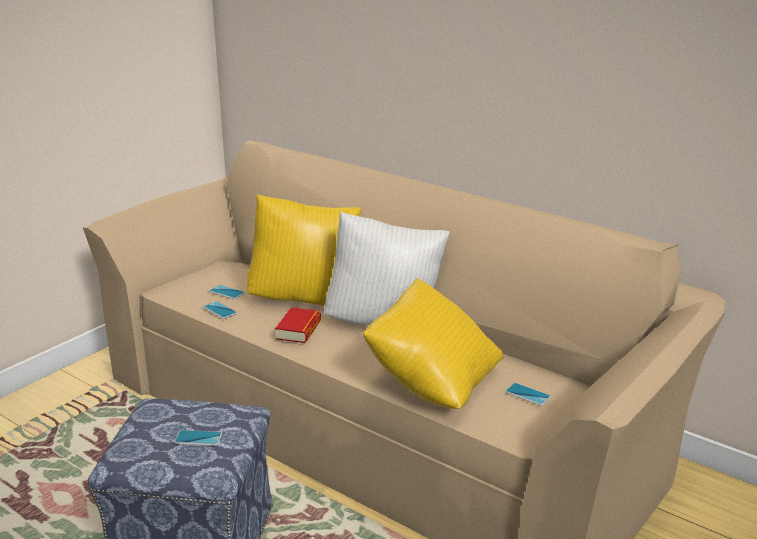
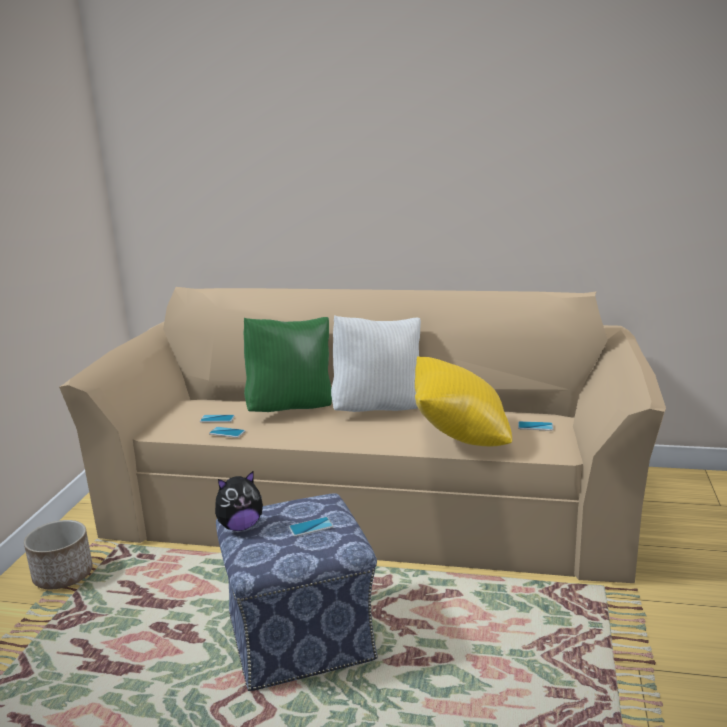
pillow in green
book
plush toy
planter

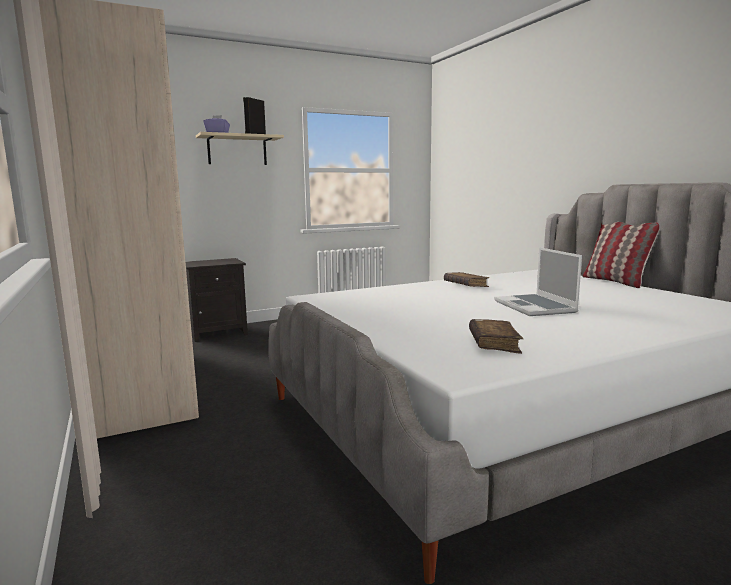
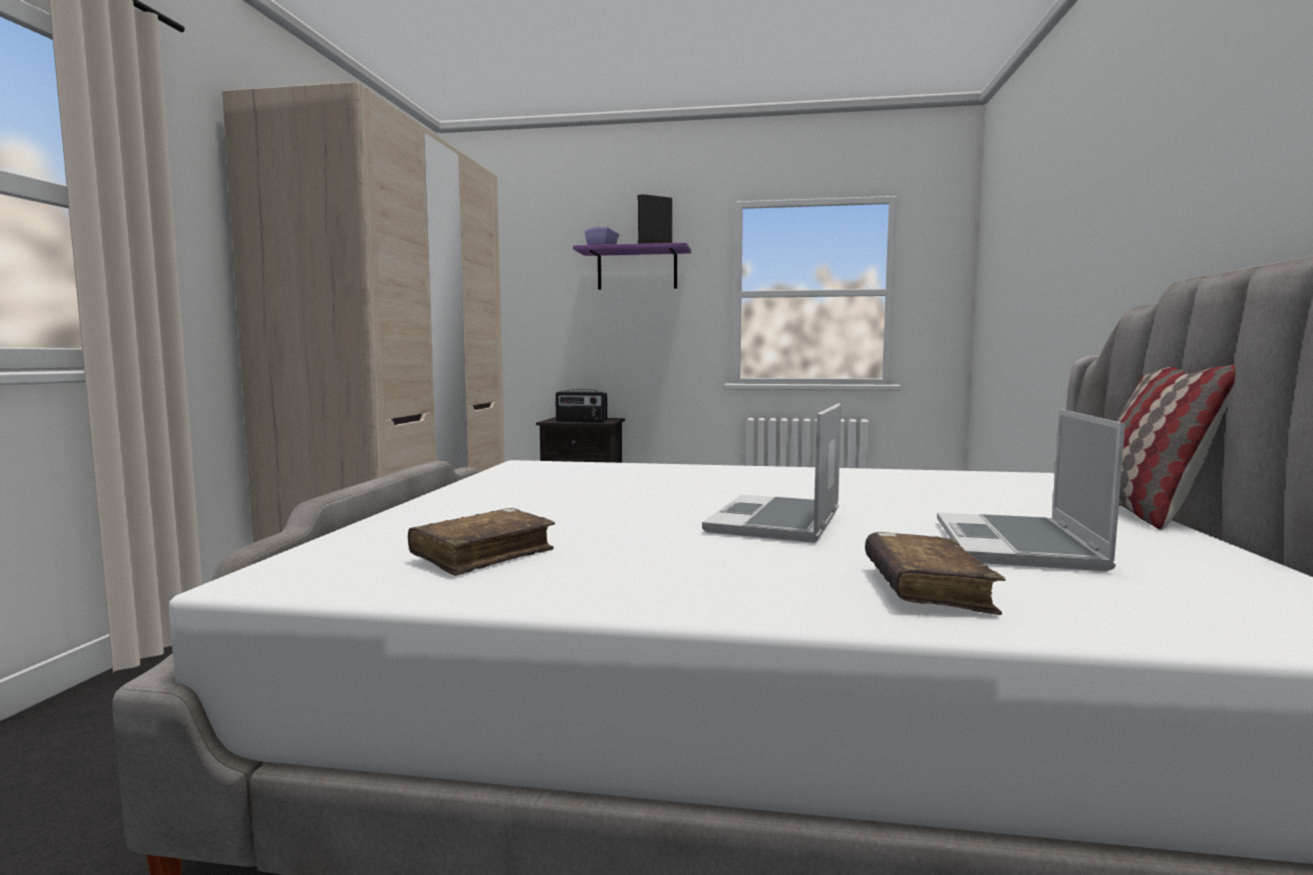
shelf in purple
book in brown (no. 2 from left)
radio
laptop (no. 2 from left)

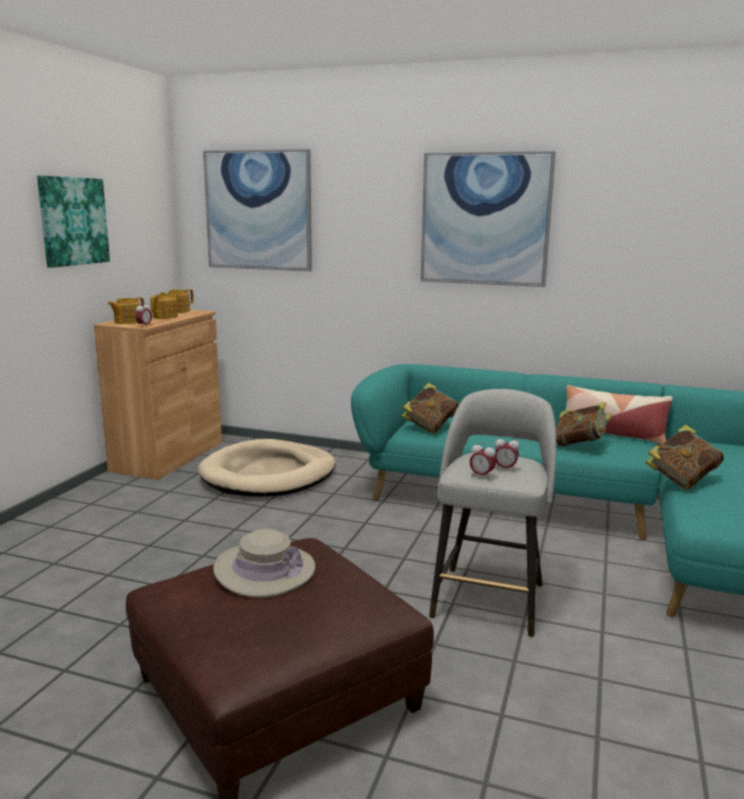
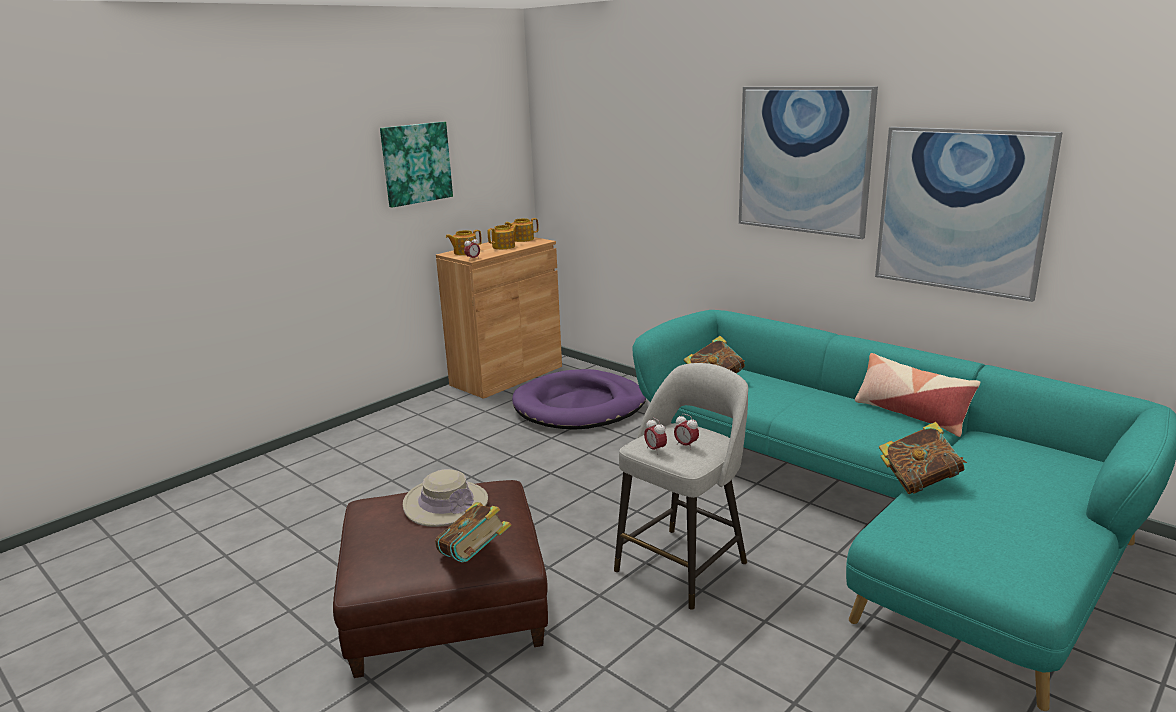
picture (no. 3 from left)
book (no. 1 from left)
dog bed in purple

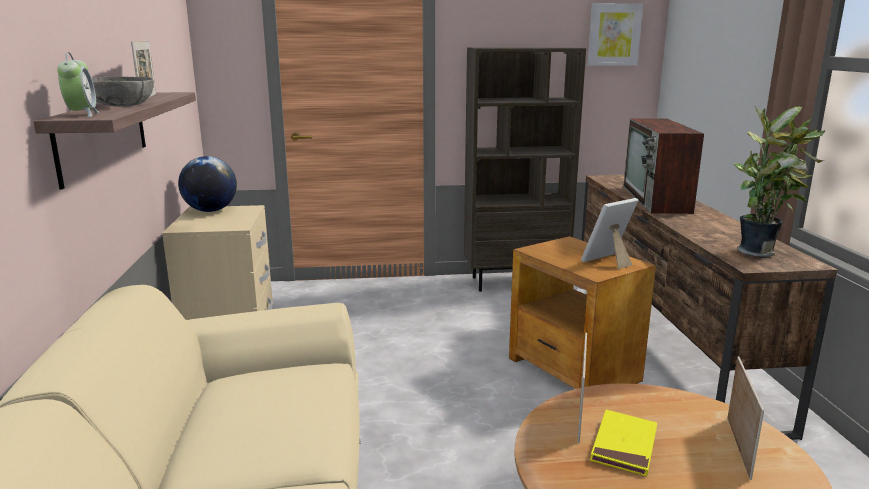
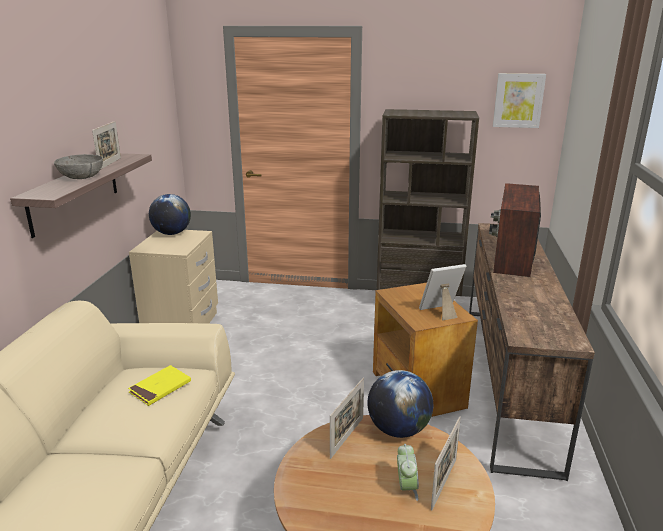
alarm clock
potted plant
book in yellow
globe (no. 2 from left)

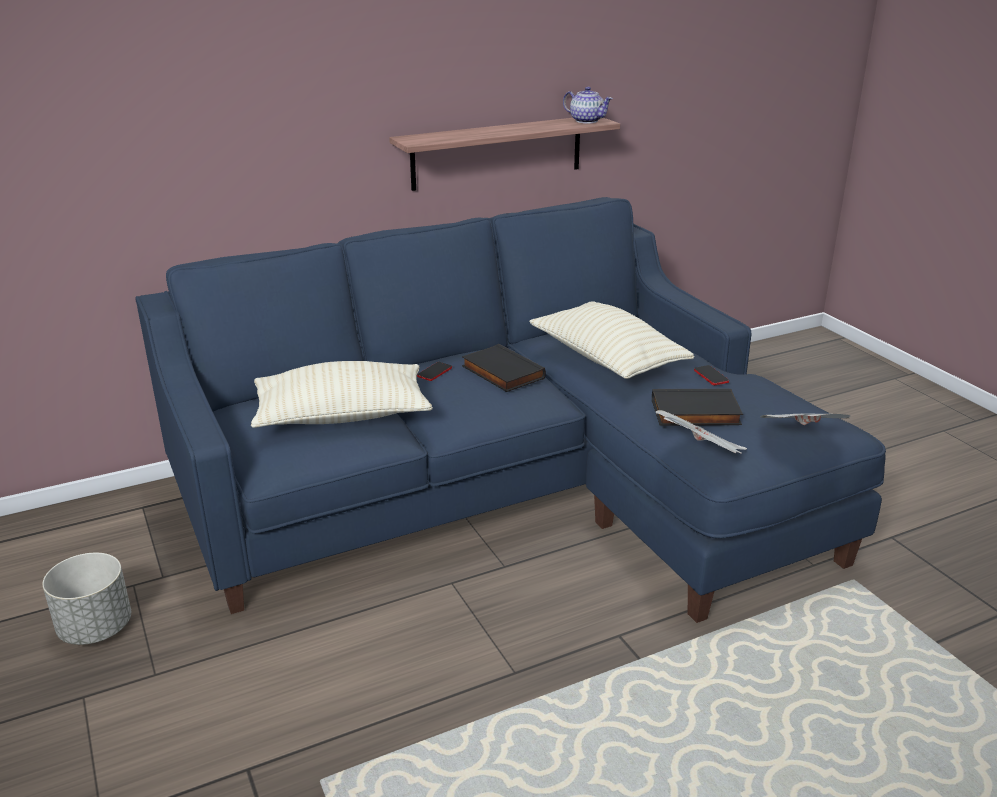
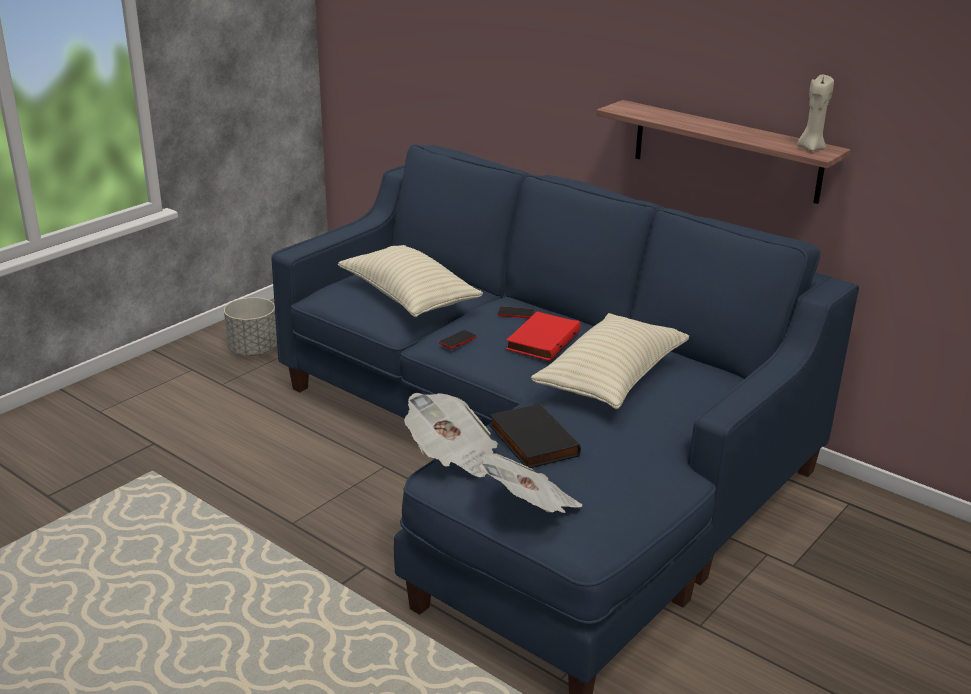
candle in beige
book in red
phone (no. 1 from left)

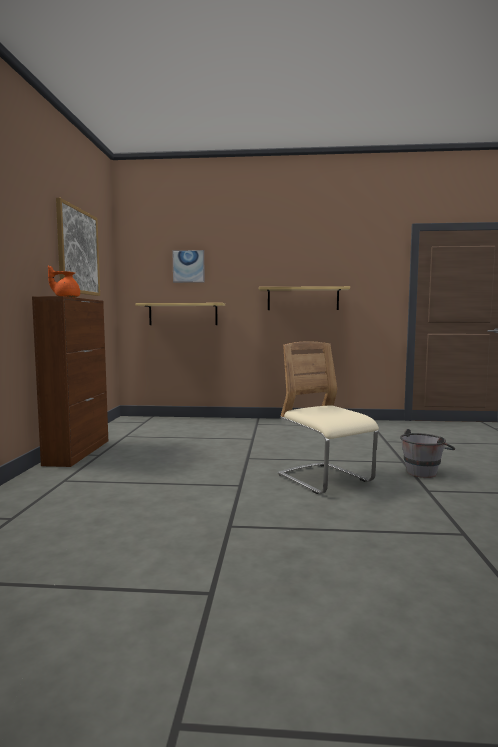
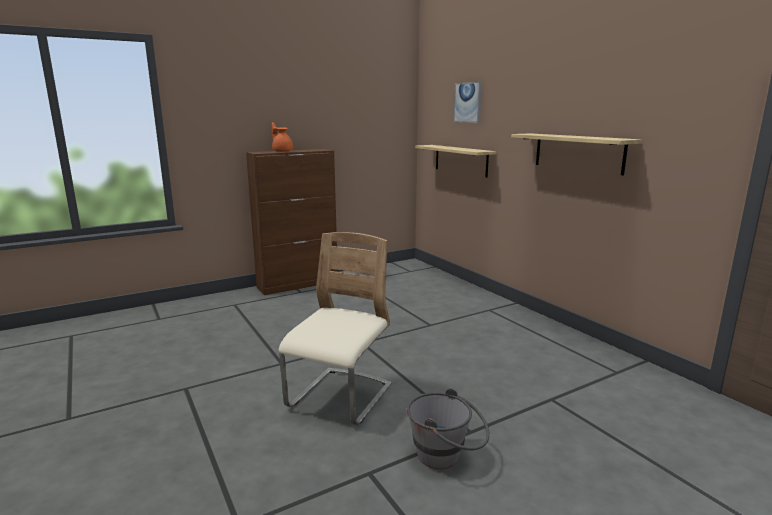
picture (no. 1 from left in the first image)

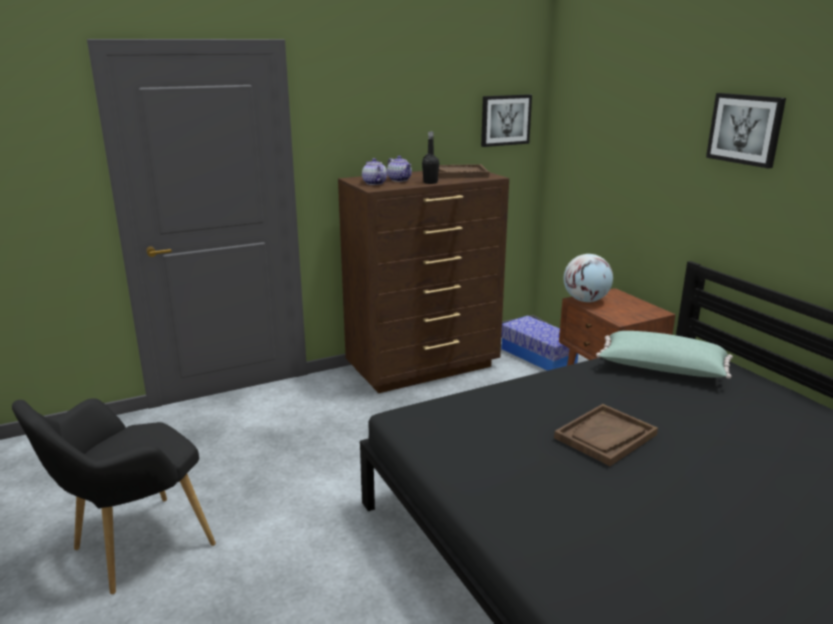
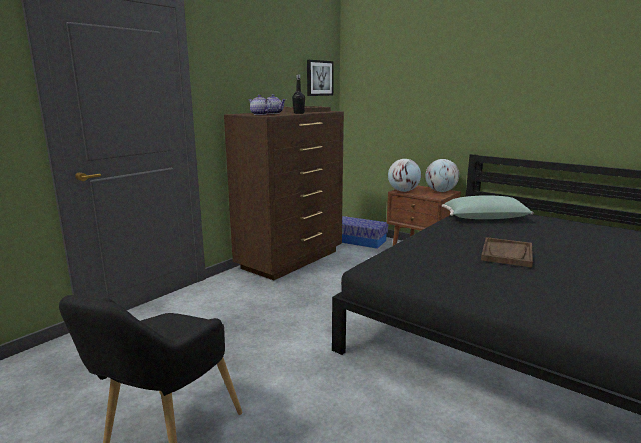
picture (no. 2 from left in the first image)
globe (no. 2 from left)

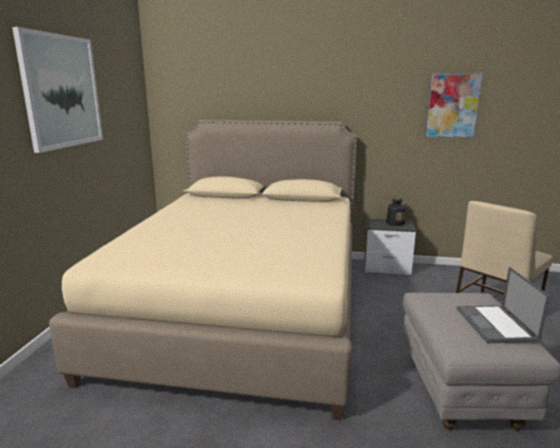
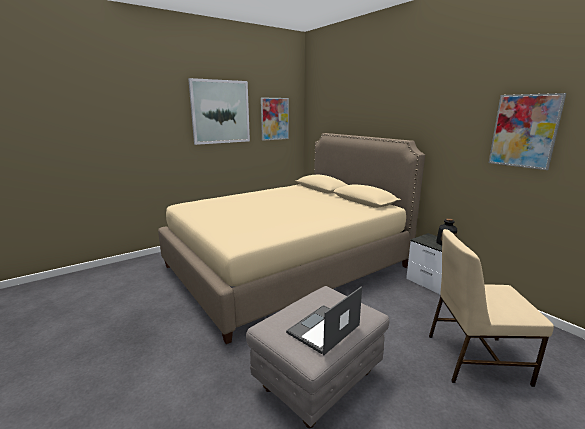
picture (no. 2 from left)

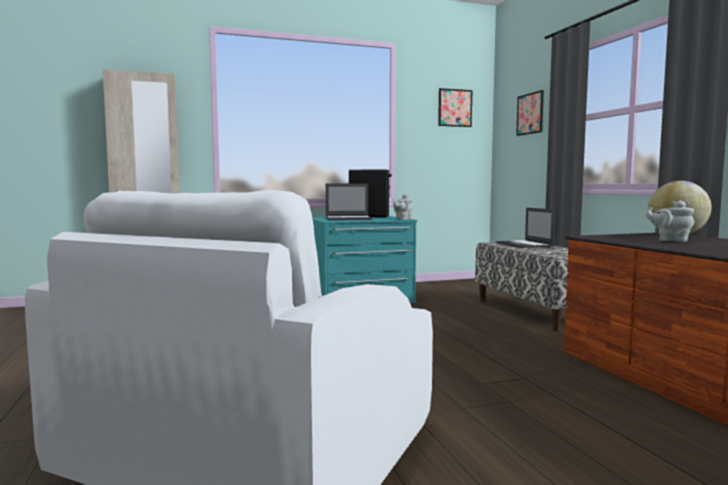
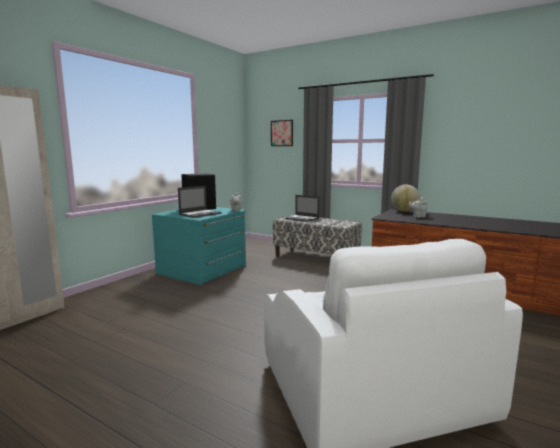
picture (no. 1 from left in the first image)

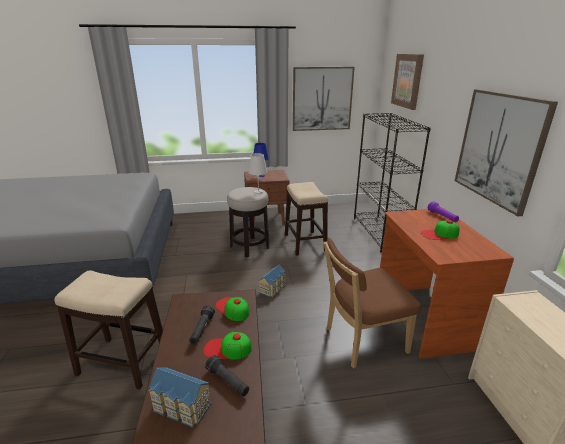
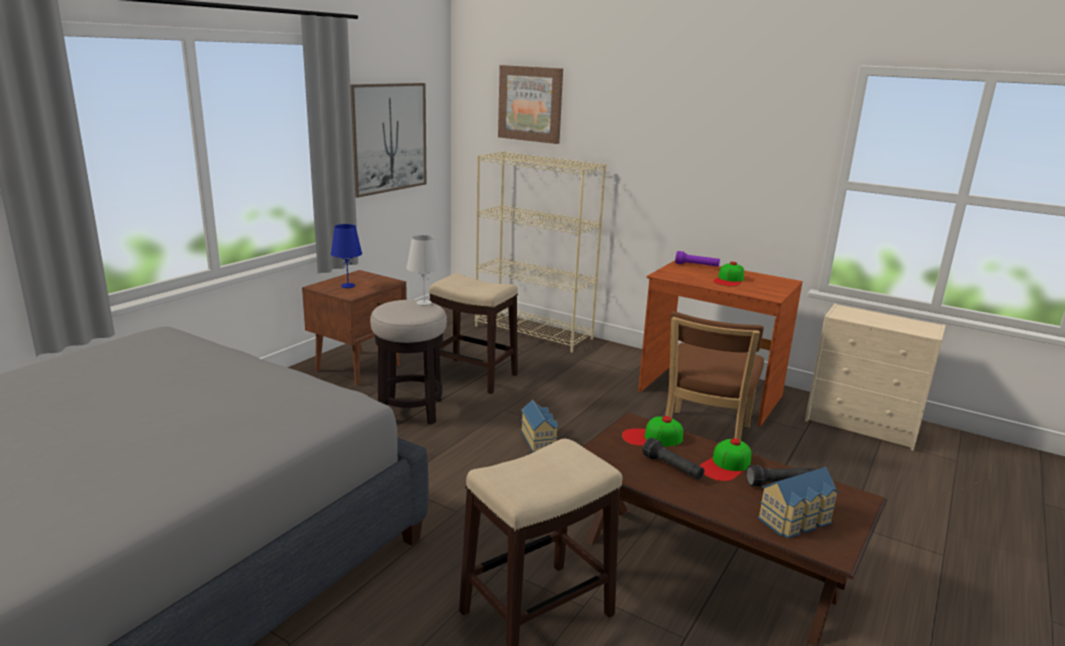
picture (no. 3 from left in the first image)
bookcase in beige

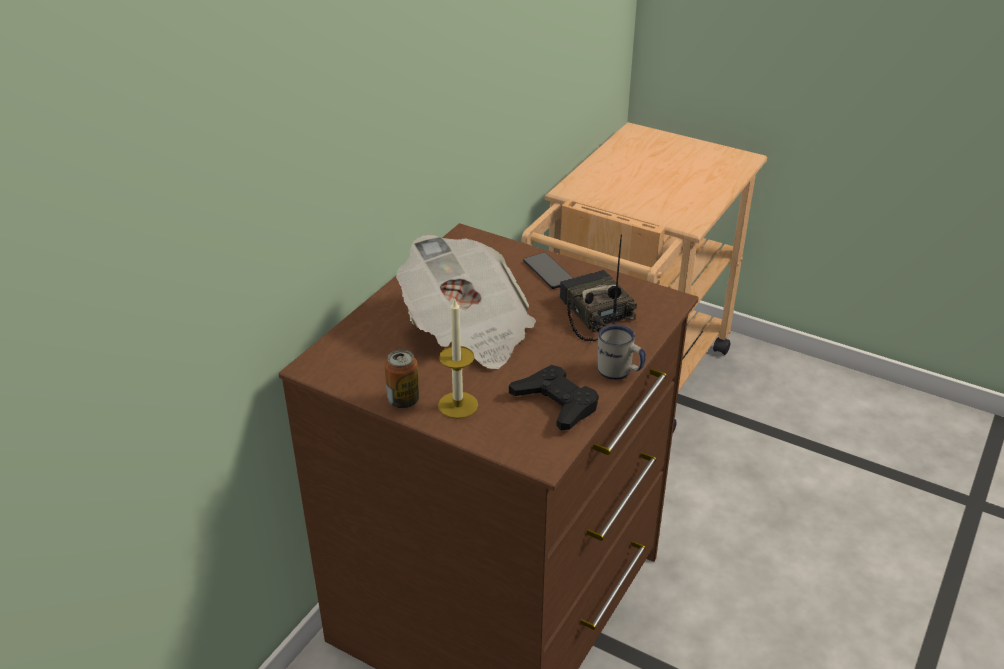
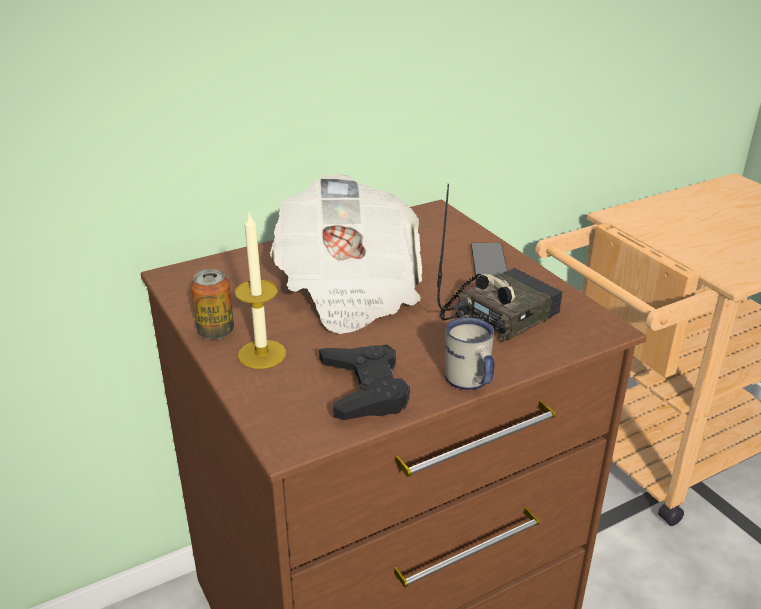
radio

